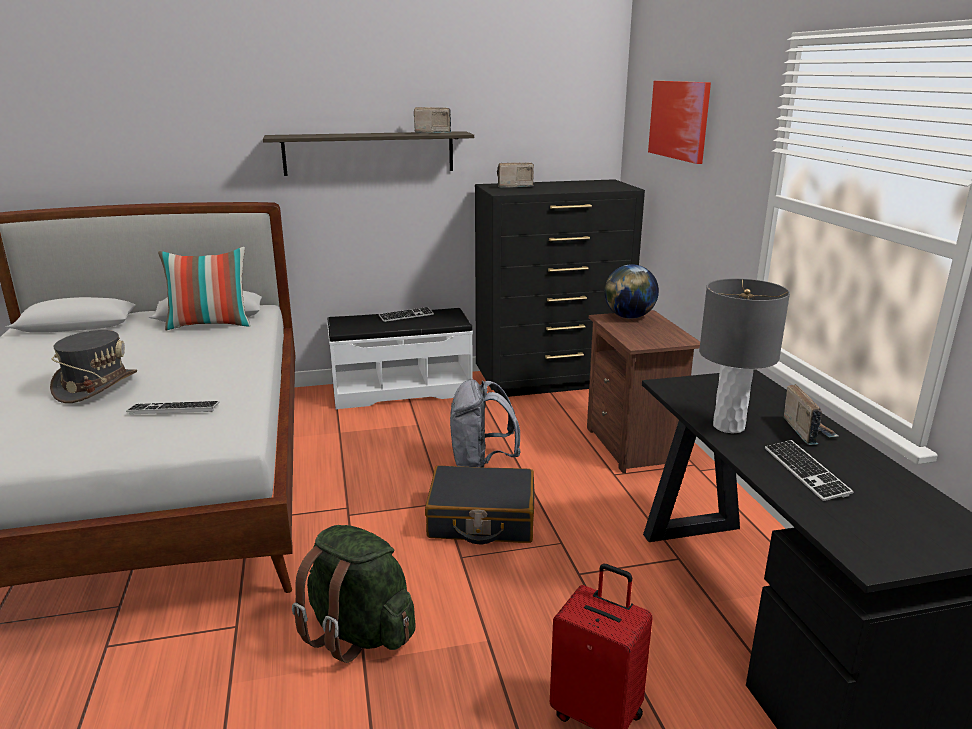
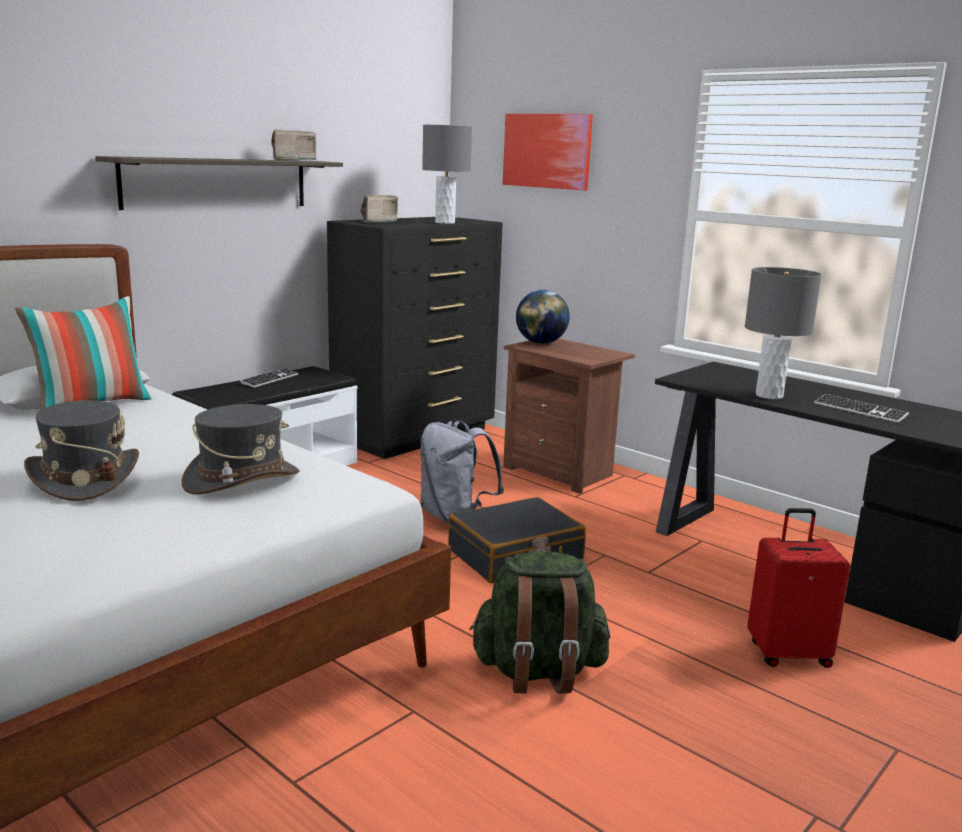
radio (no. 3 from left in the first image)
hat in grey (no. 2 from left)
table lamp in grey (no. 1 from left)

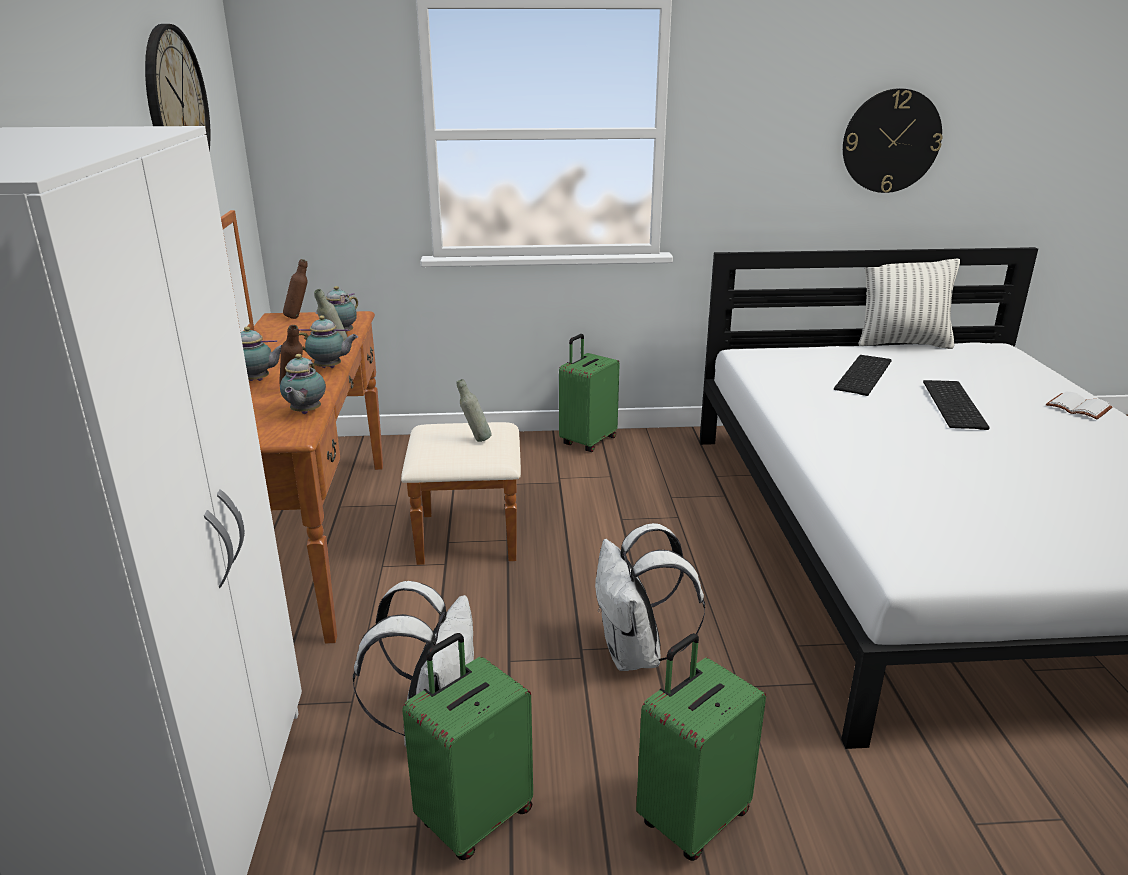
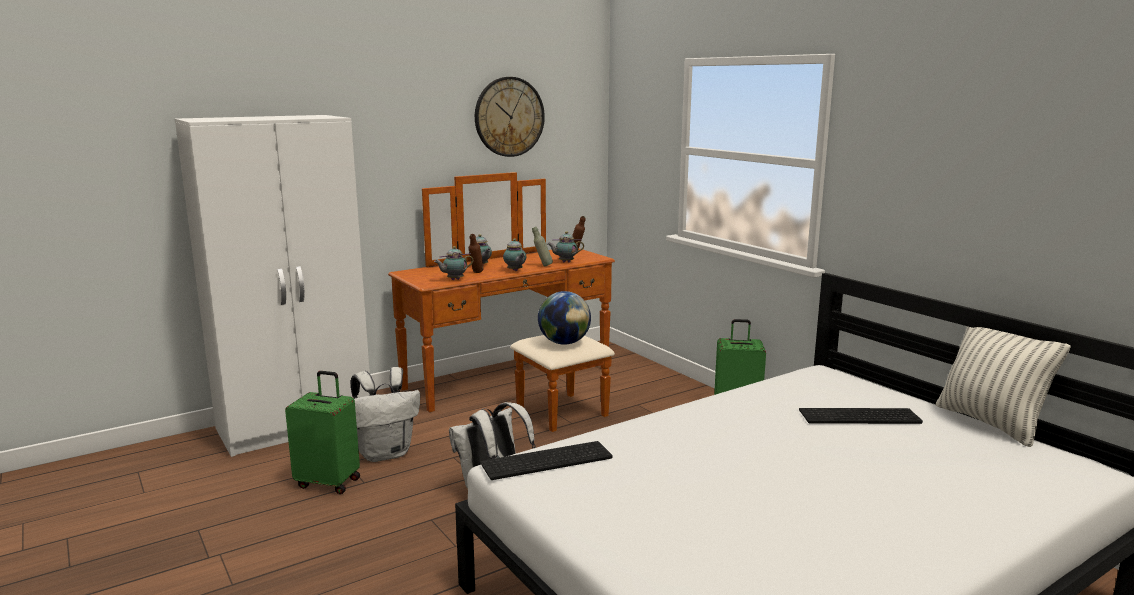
wall clock (no. 2 from left in the first image)
globe
keyboard (no. 1 from left)
book in white
suitcase in green (no. 3 from left in the first image)

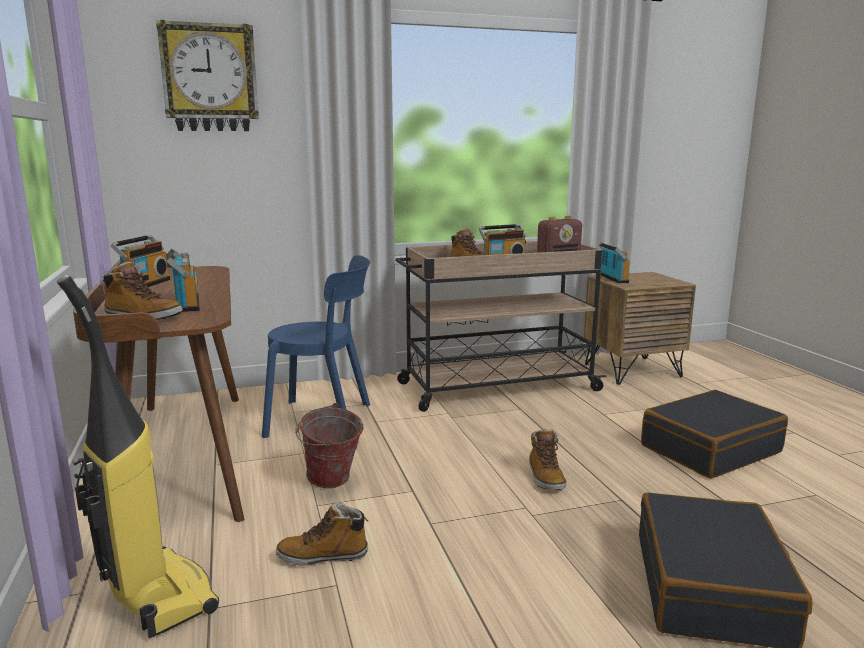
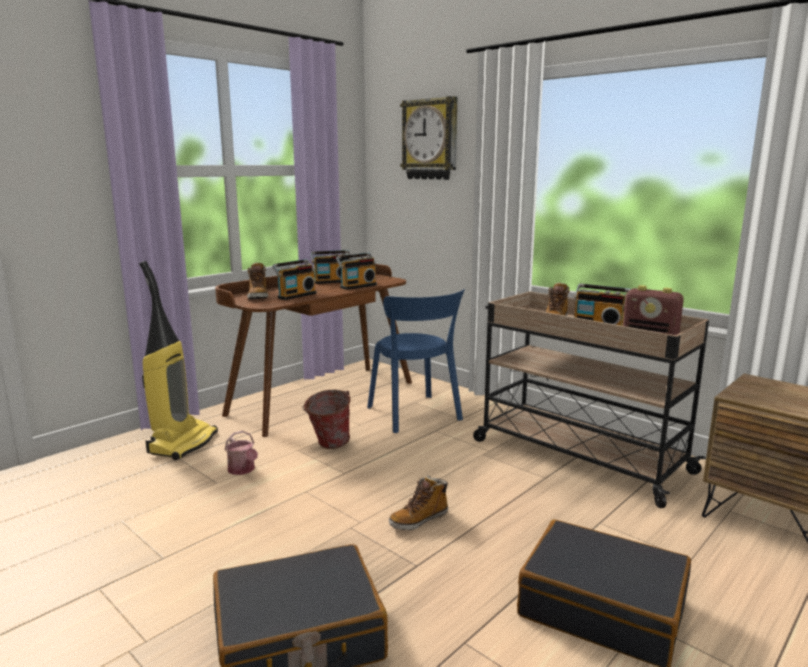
radio (no. 3 from left)
watering can

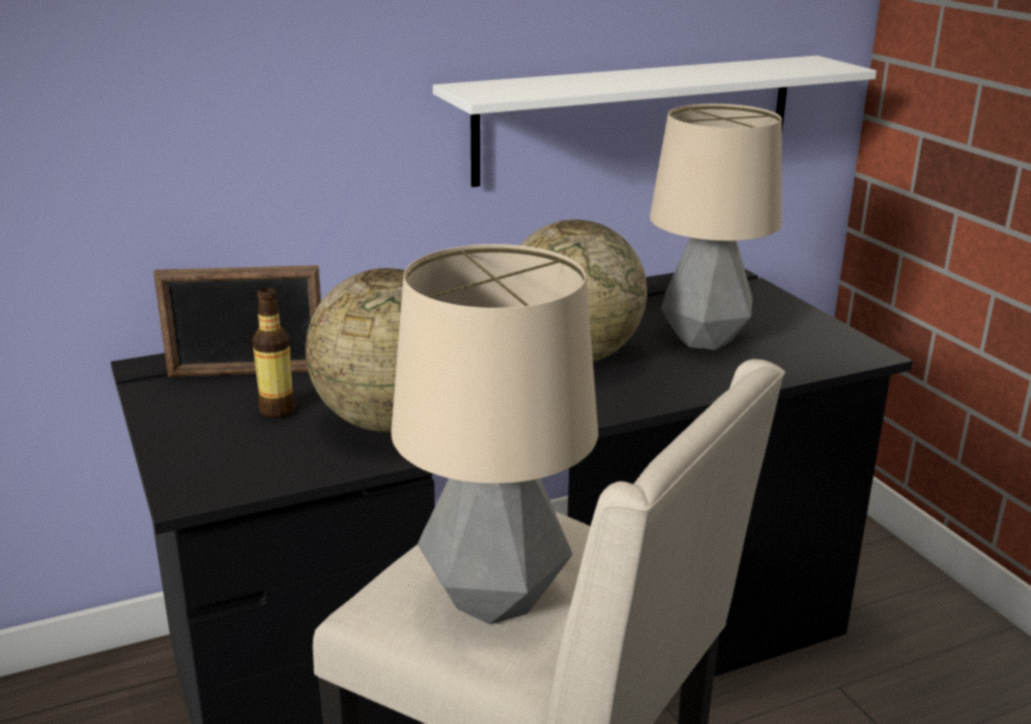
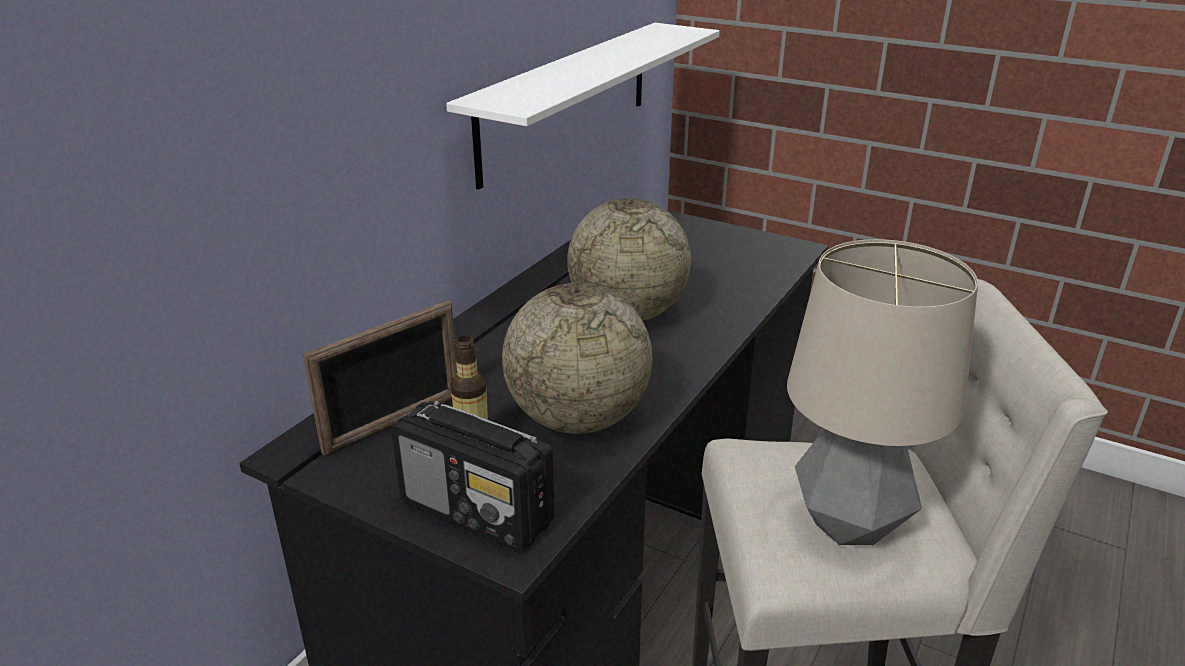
table lamp (no. 2 from left in the first image)
radio

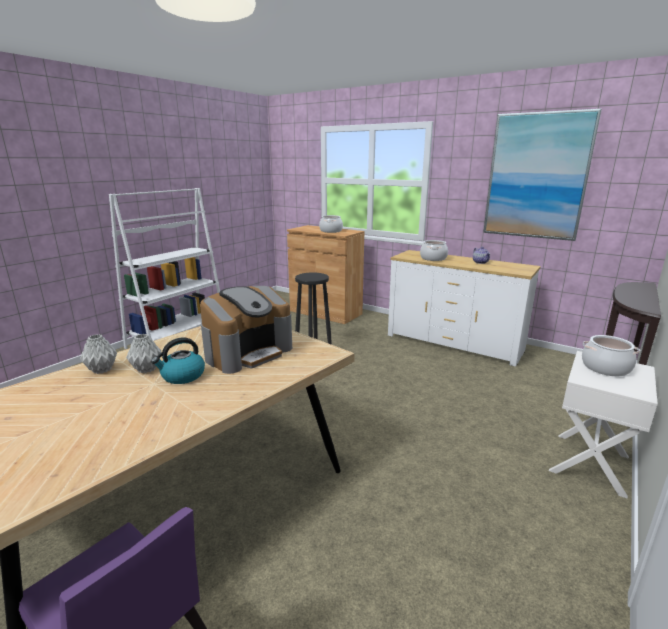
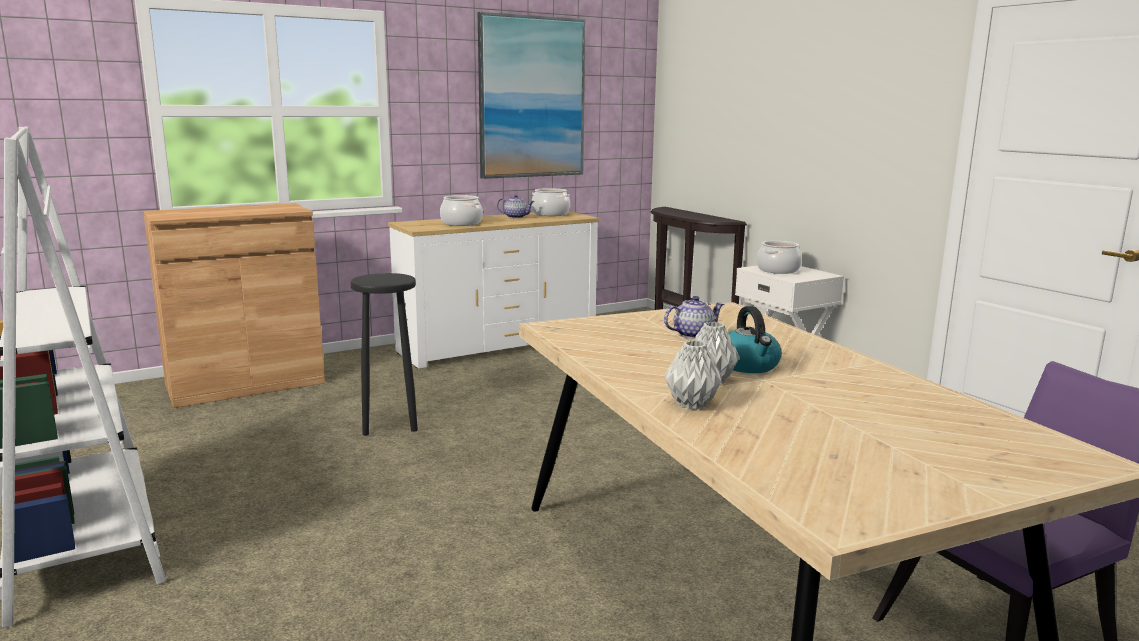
cooking pot (no. 2 from left)
teapot (no. 2 from left)

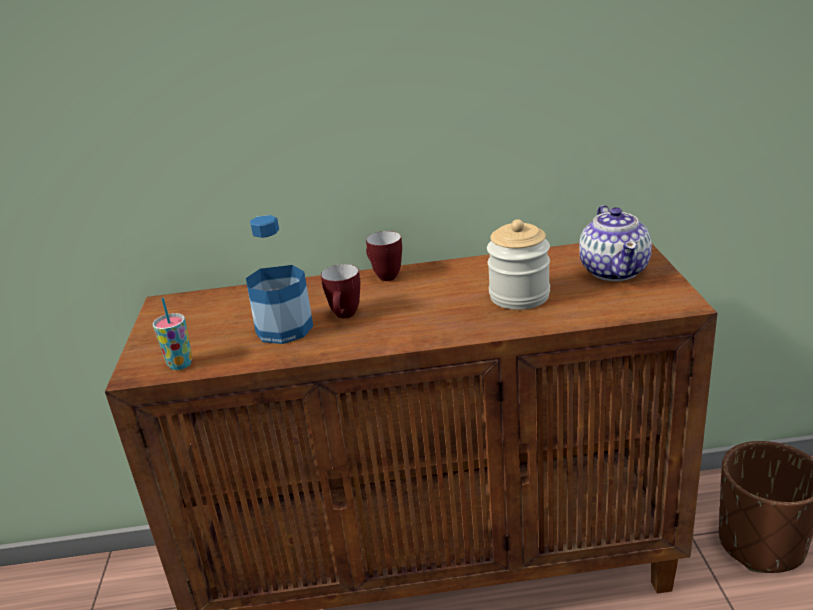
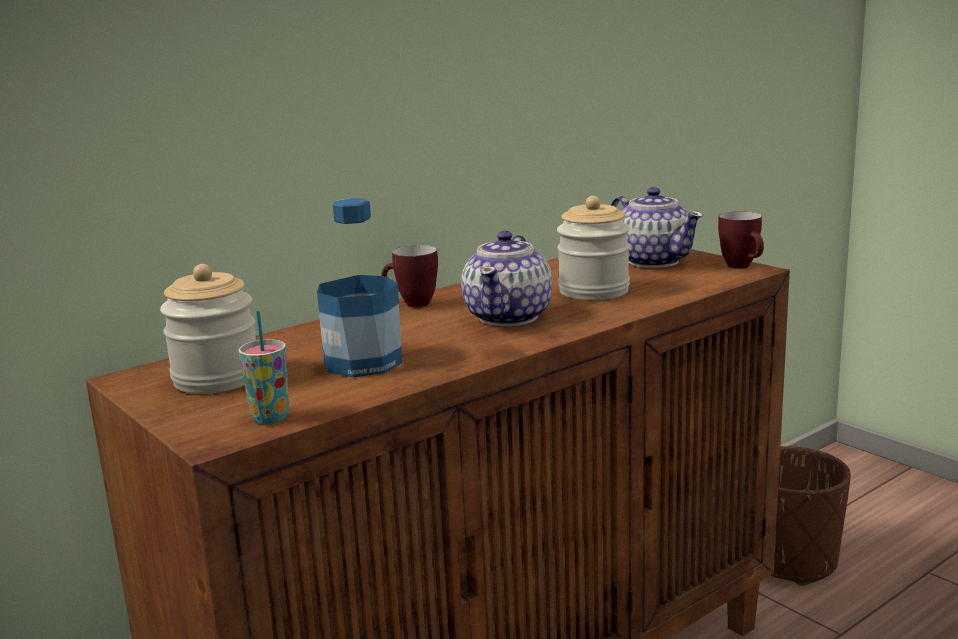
mug (no. 2 from left)
teapot (no. 1 from left)
jar (no. 1 from left)

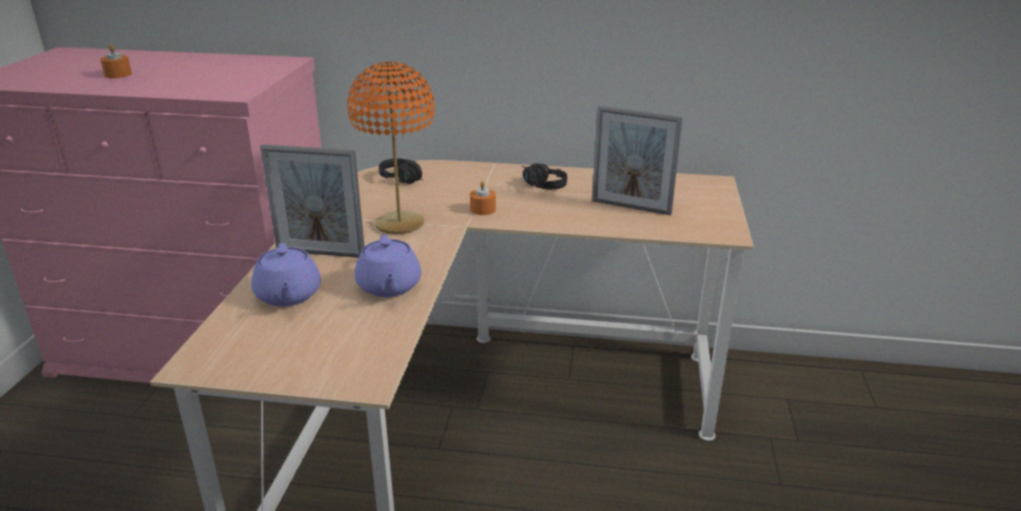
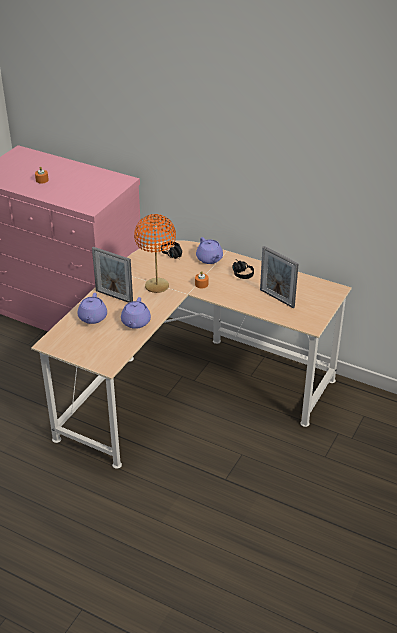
teapot in purple (no. 3 from left)

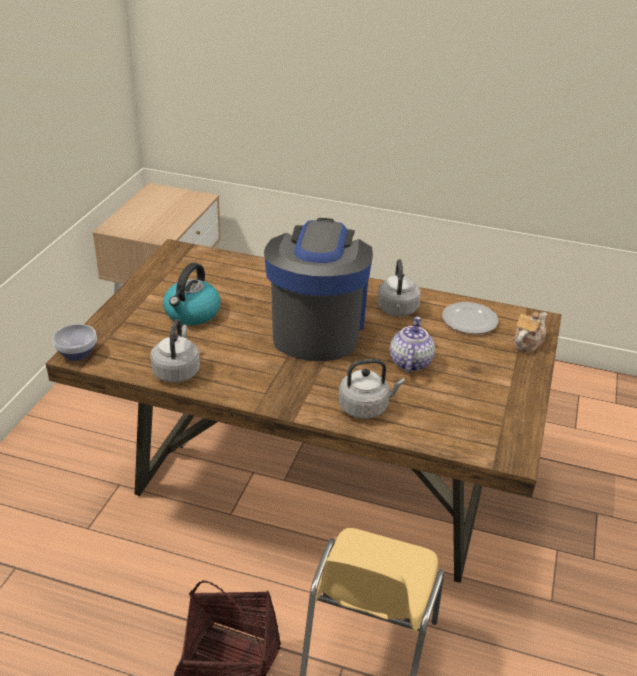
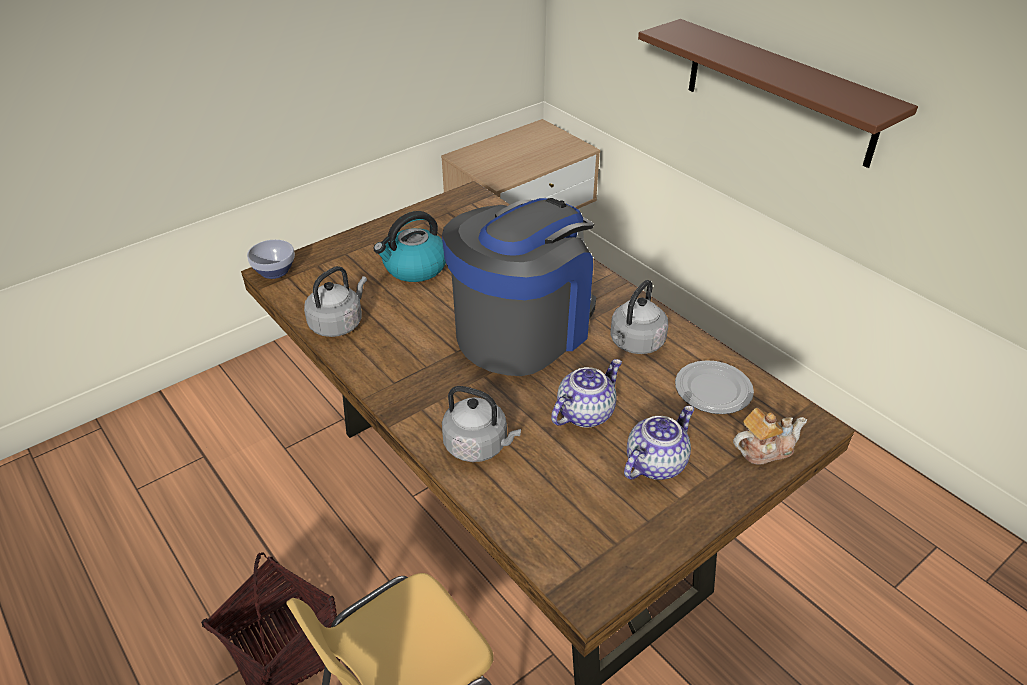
shelf in brown
teapot (no. 2 from left)

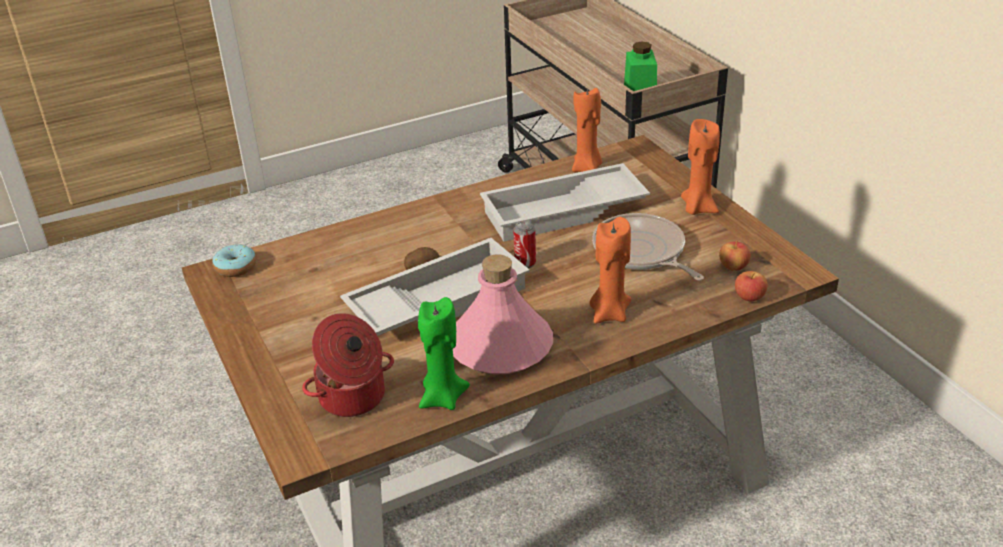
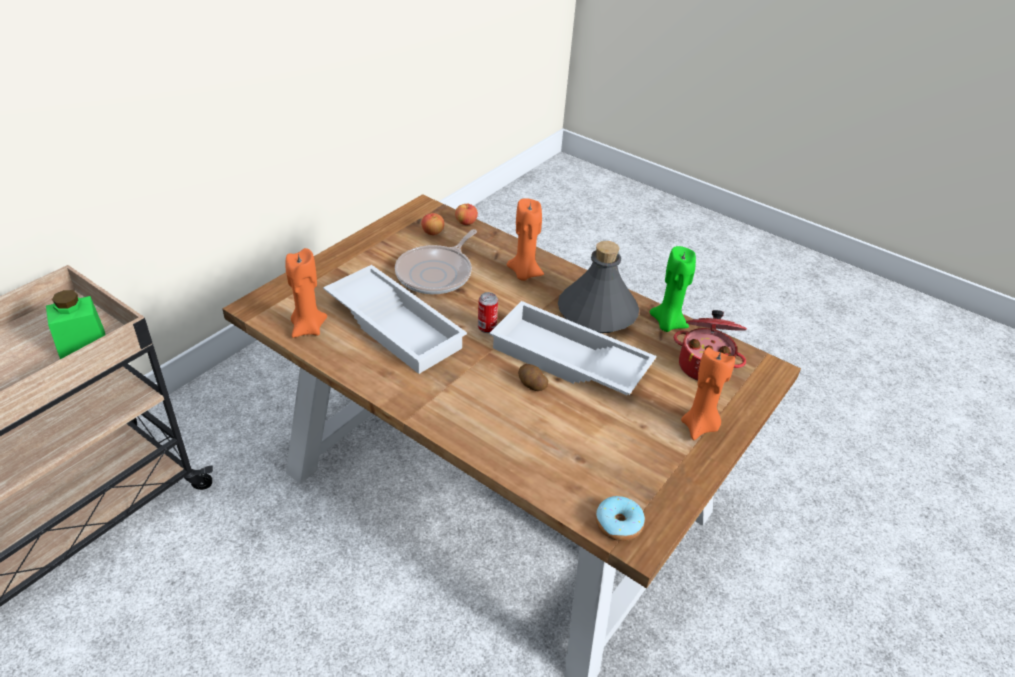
candle in orange (no. 3 from left)
bottle in grey

